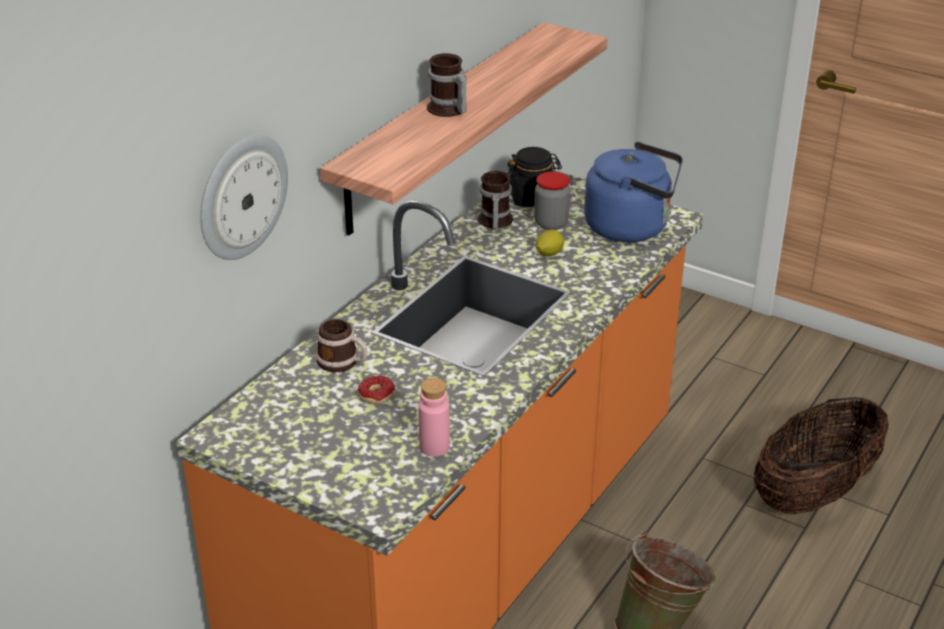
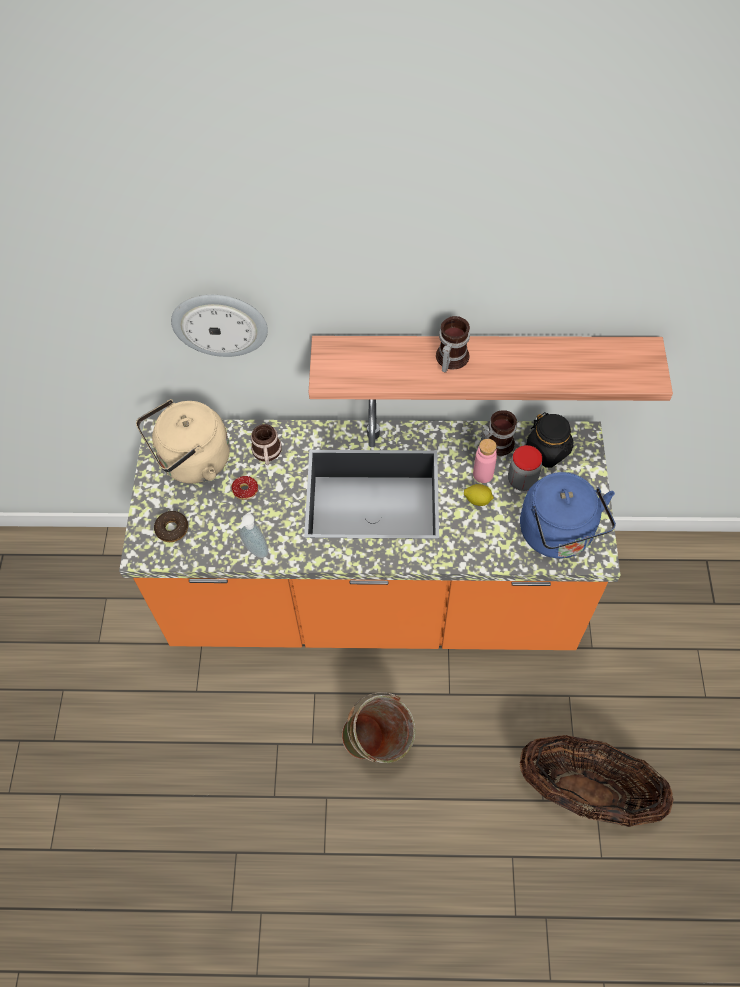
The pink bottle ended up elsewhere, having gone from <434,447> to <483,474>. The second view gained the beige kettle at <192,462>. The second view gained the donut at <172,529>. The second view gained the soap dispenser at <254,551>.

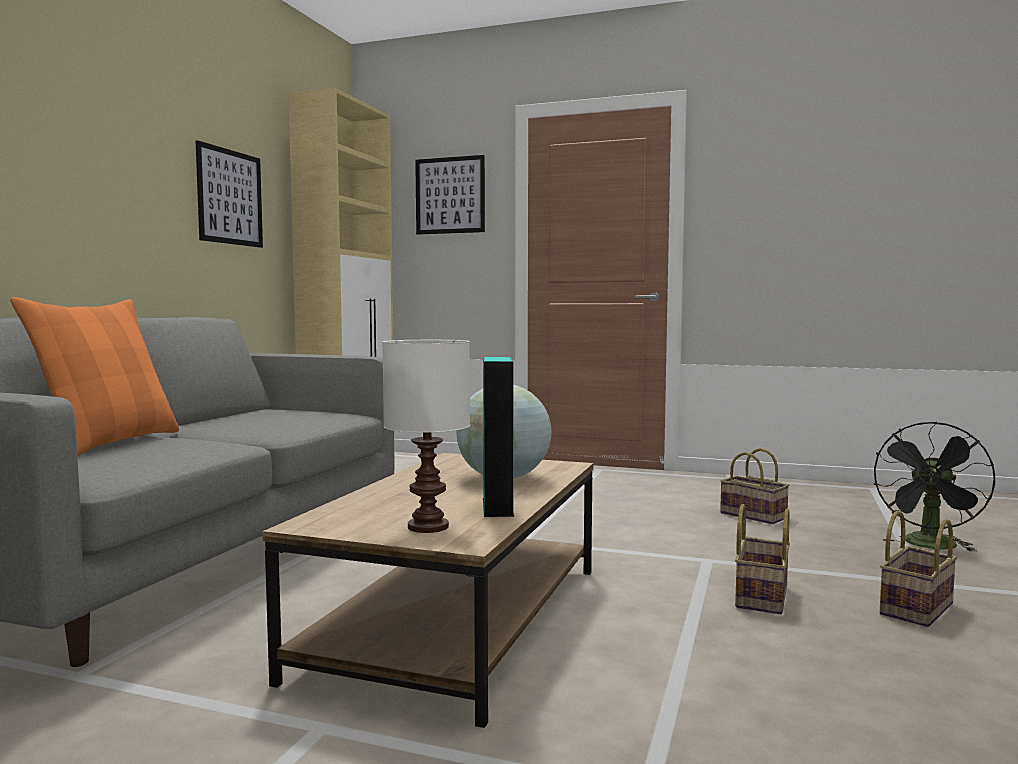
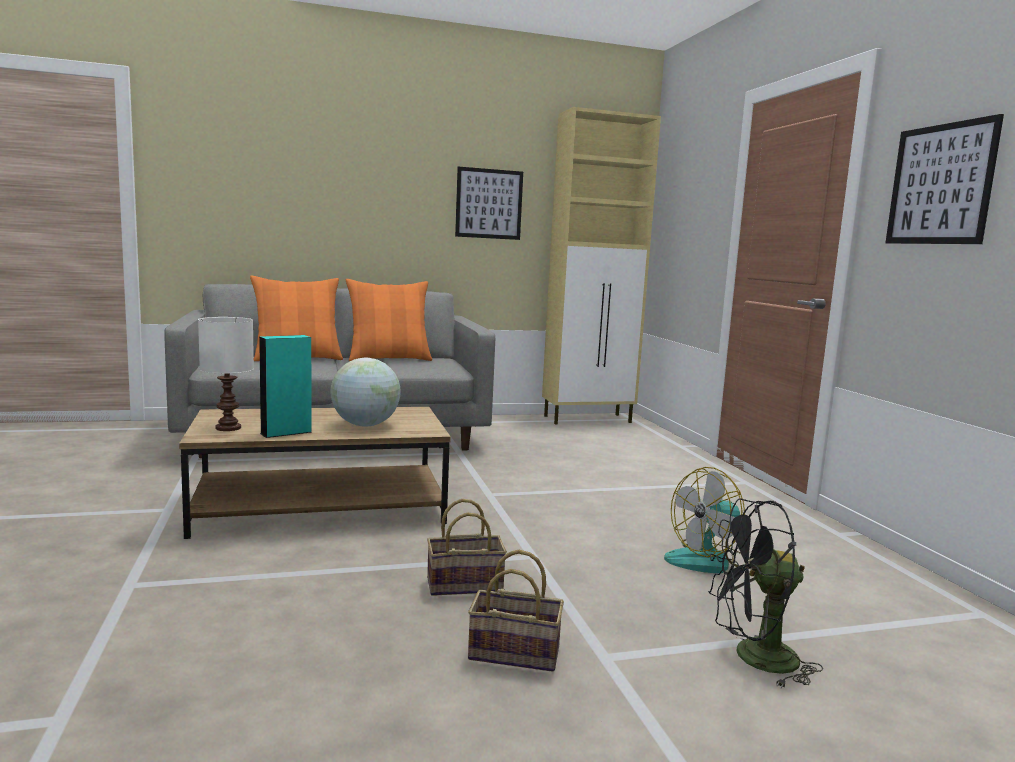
The picture ended up elsewhere, having gone from <450,195> to <940,184>. Where the basket stood at <755,516>, the fan came to stand at <708,560>. The second view gained the orange pillow at <389,359>.

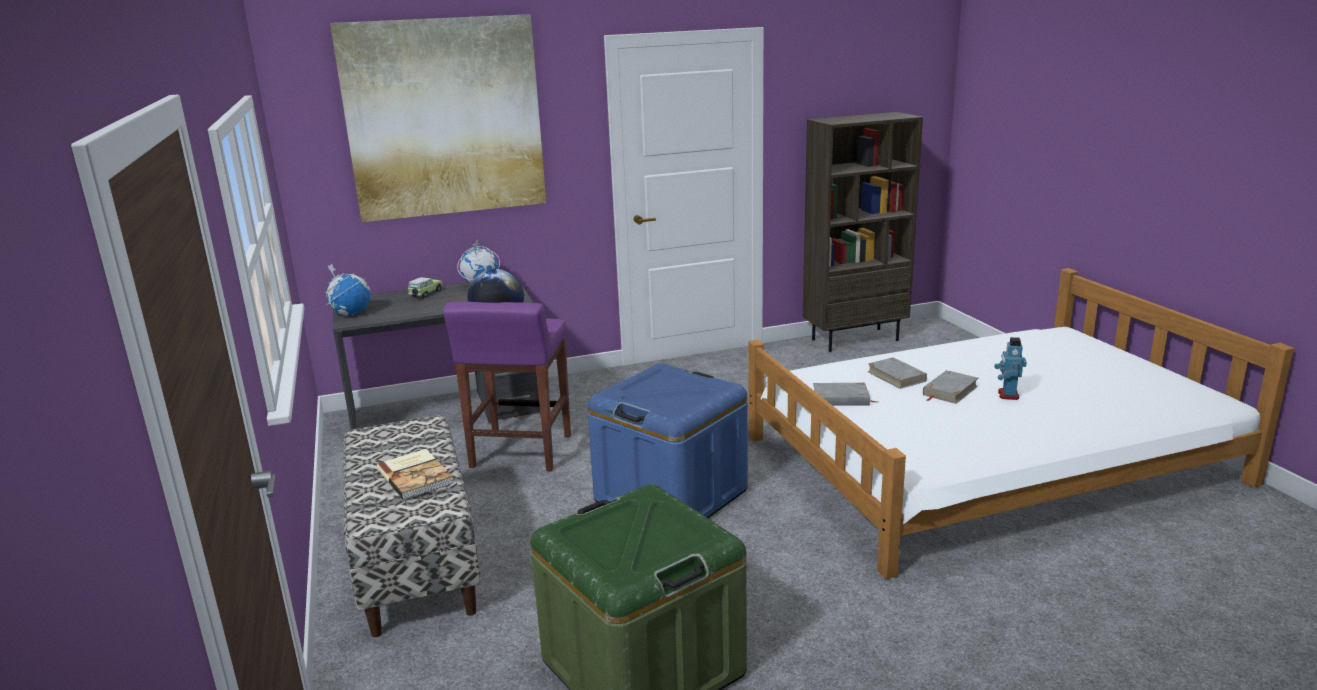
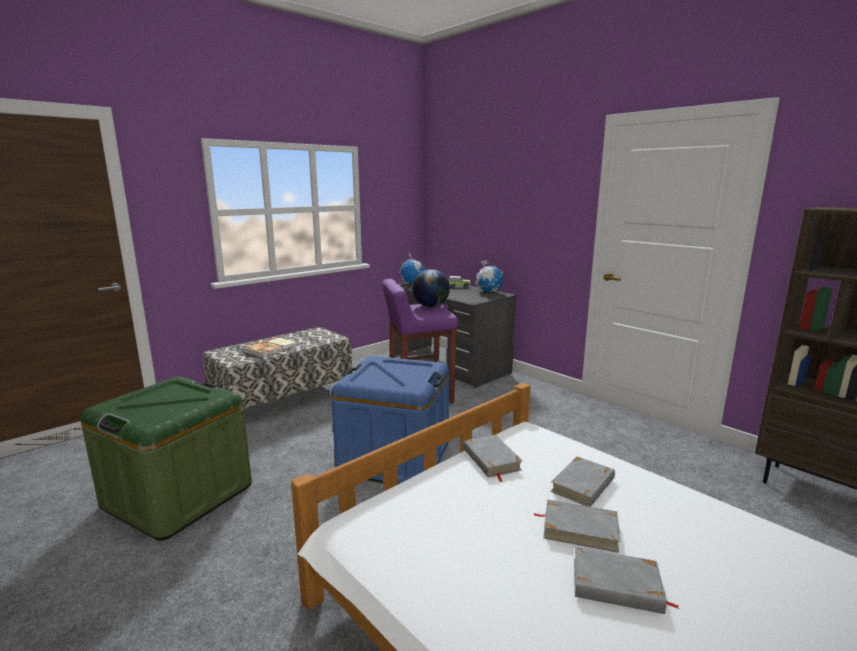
The second view lost the picture at <444,118>. Where the toy robot stood at <1007,395>, the grey book came to stand at <616,585>.

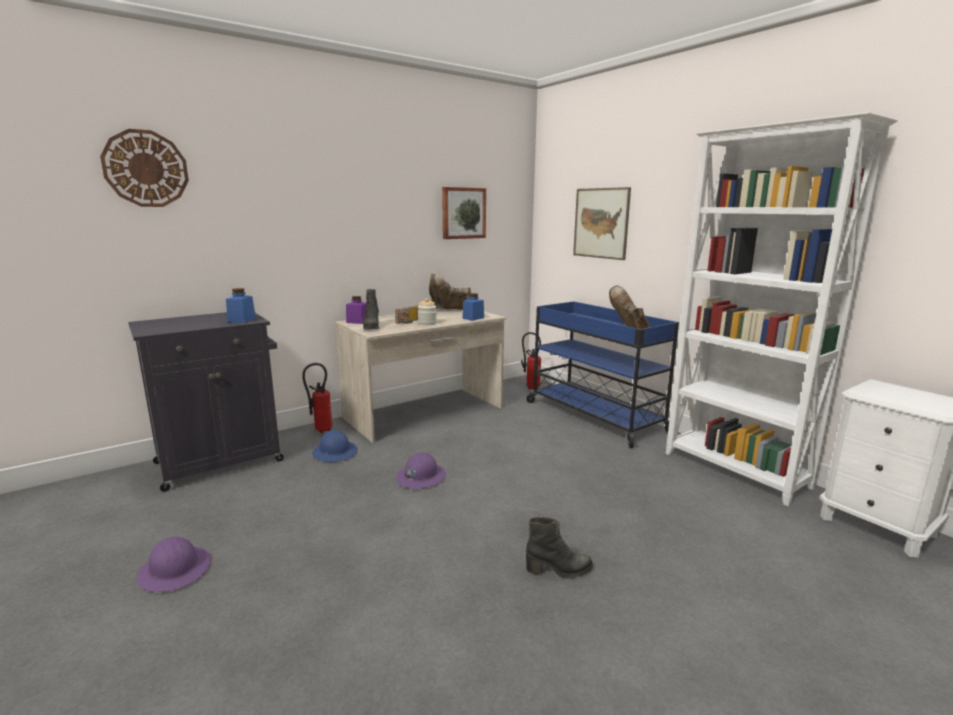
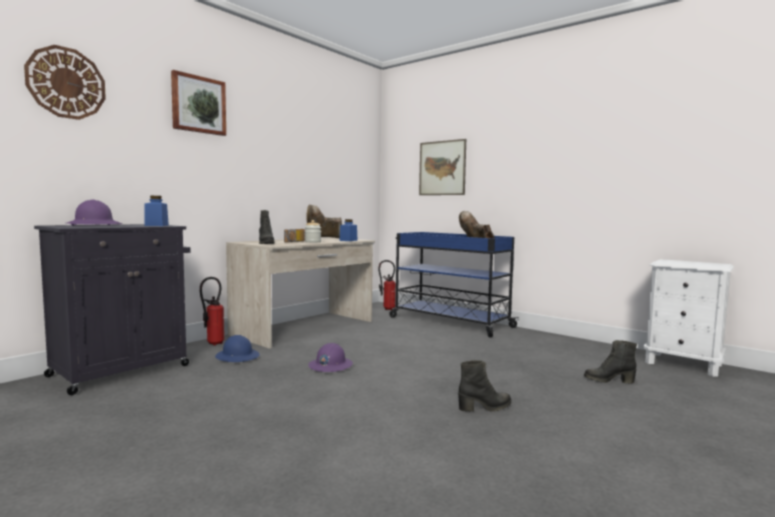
The purple hard hat ended up elsewhere, having gone from <175,570> to <94,225>. The second view lost the purple jar at <357,322>. The picture ended up elsewhere, having gone from <463,213> to <198,104>. The second view lost the white bookcase at <735,471>. The second view gained the black boot at <608,380>.

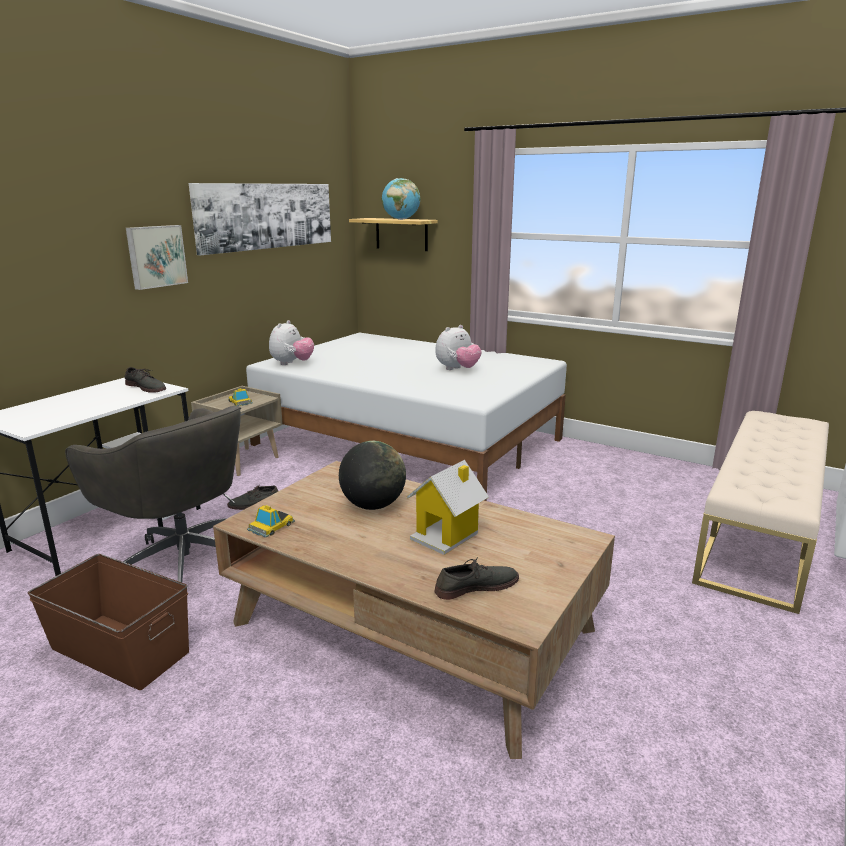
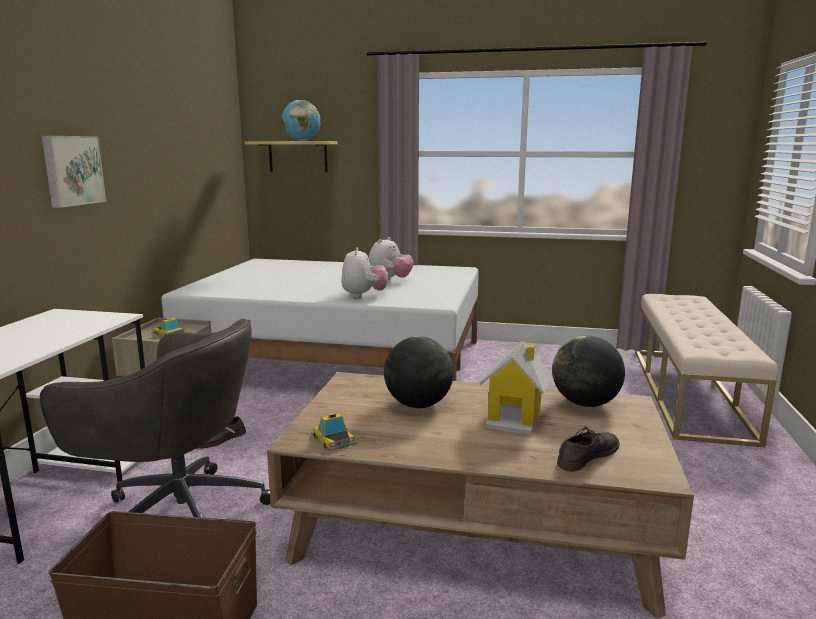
The second view lost the grey shoe at <146,387>. The second view lost the picture at <267,216>. The toy car at <271,526> ended up facing another way, 135 degrees clockwise from before. The plush toy ended up elsewhere, having gone from <292,363> to <364,295>. The second view gained the globe at <585,404>.

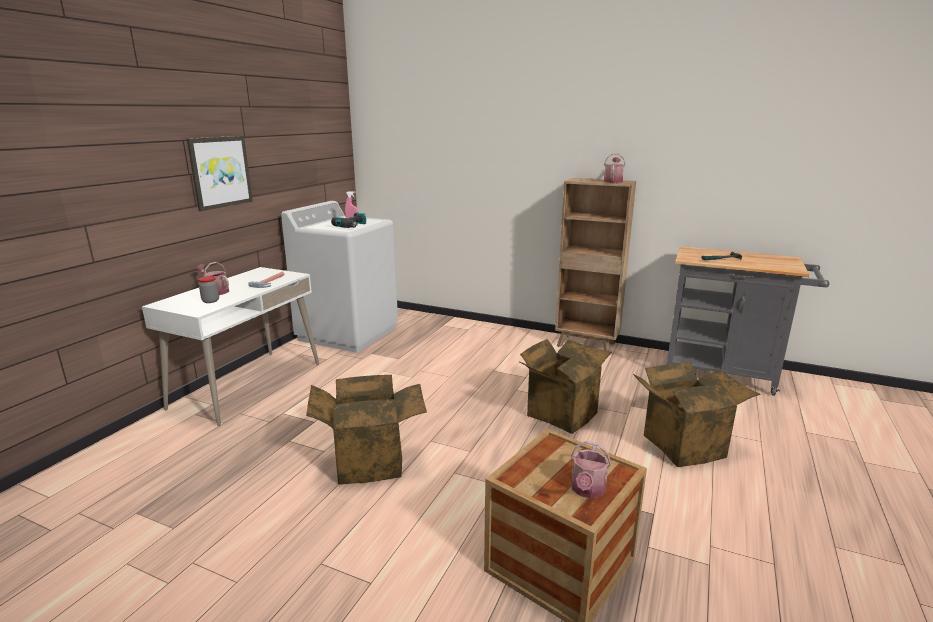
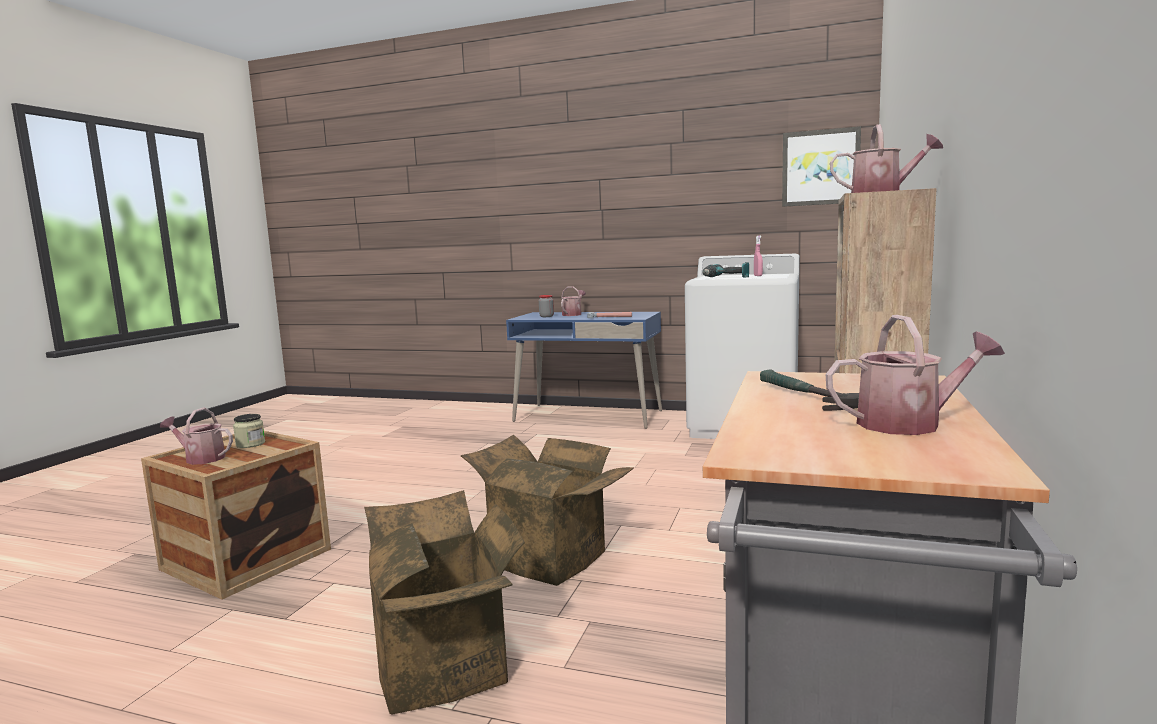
What was the white desk at <247,385> turned into the blue desk at <588,416>. The picture ended up elsewhere, having gone from <220,172> to <820,167>. The second view lost the cardboard box at <371,460>. The second view gained the jar at <250,444>. The second view gained the watering can at <909,423>.

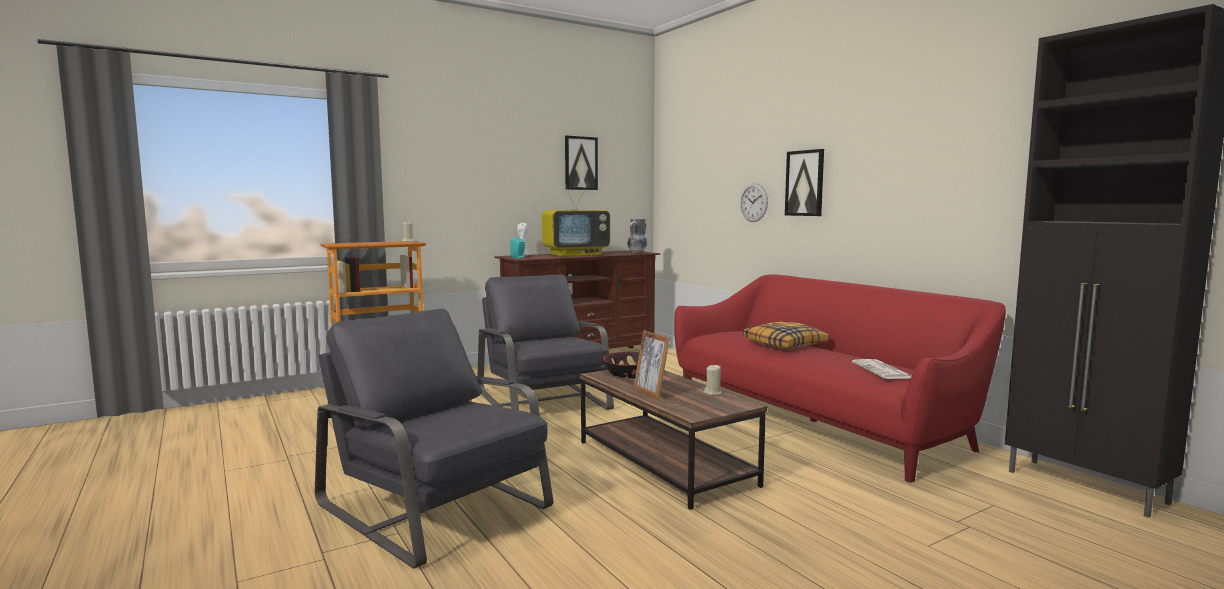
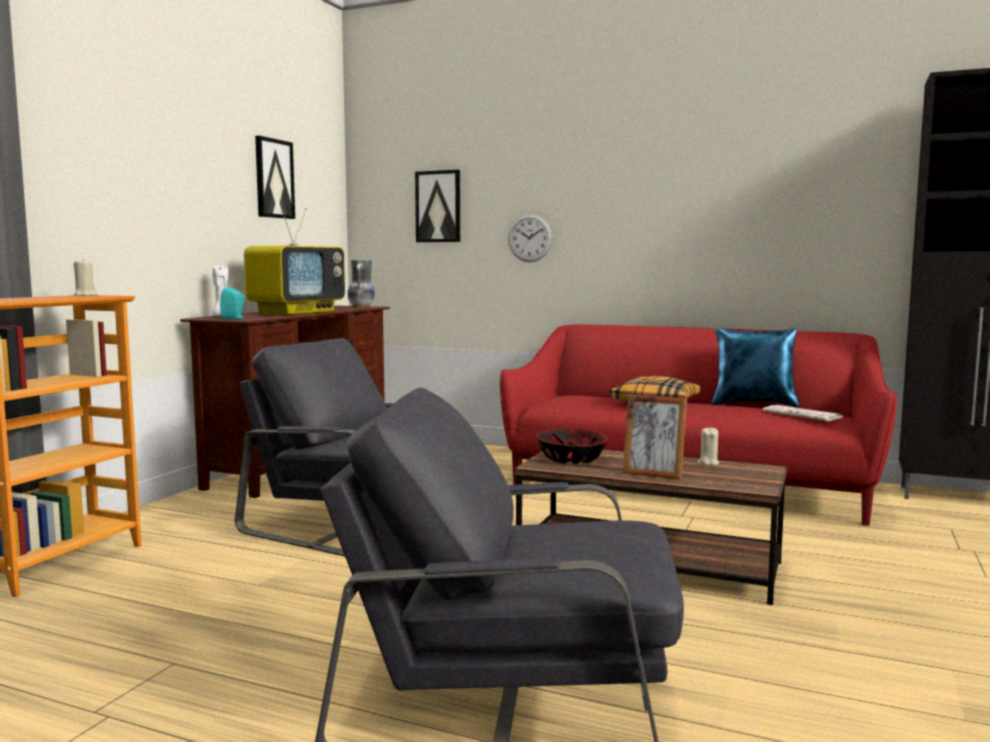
The picture ended up elsewhere, having gone from <805,183> to <438,206>. The second view gained the blue pillow at <754,404>.

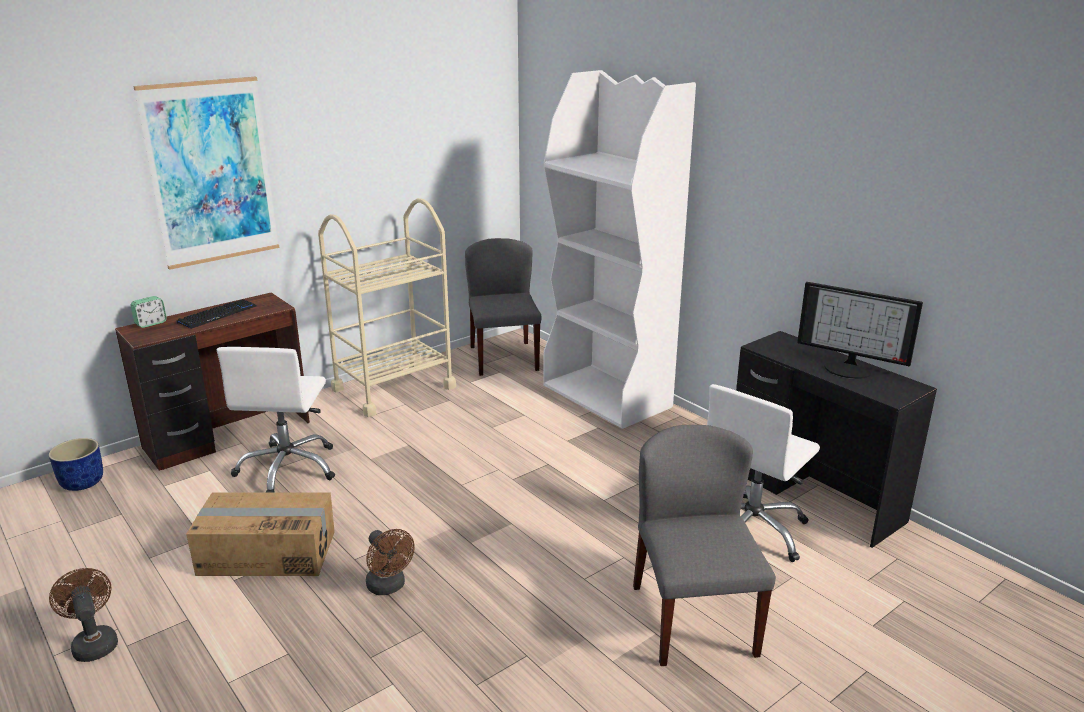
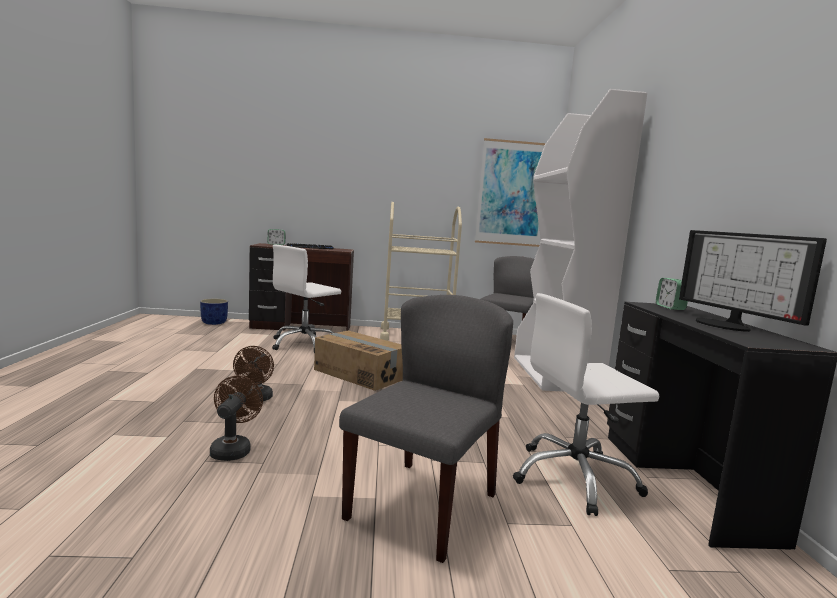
The brown fan ended up elsewhere, having gone from <94,642> to <233,449>. The picture ended up elsewhere, having gone from <211,172> to <512,193>. The cardboard box ended up elsewhere, having gone from <267,552> to <360,374>. The second view gained the alarm clock at <670,307>.

